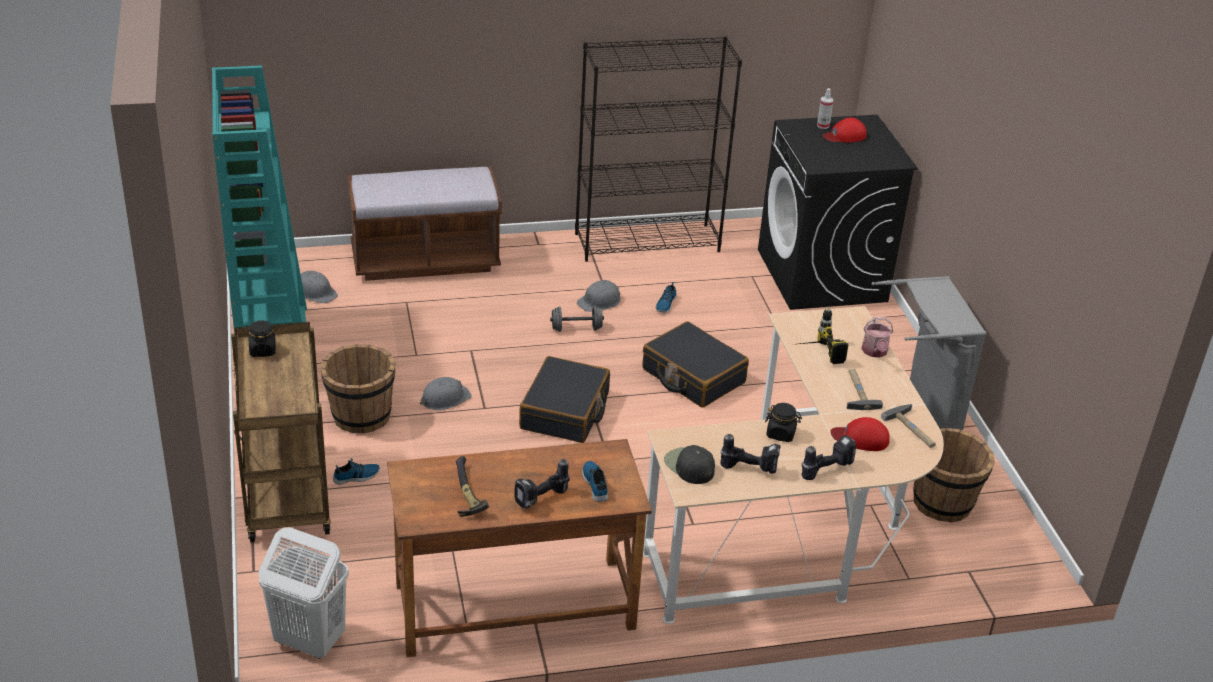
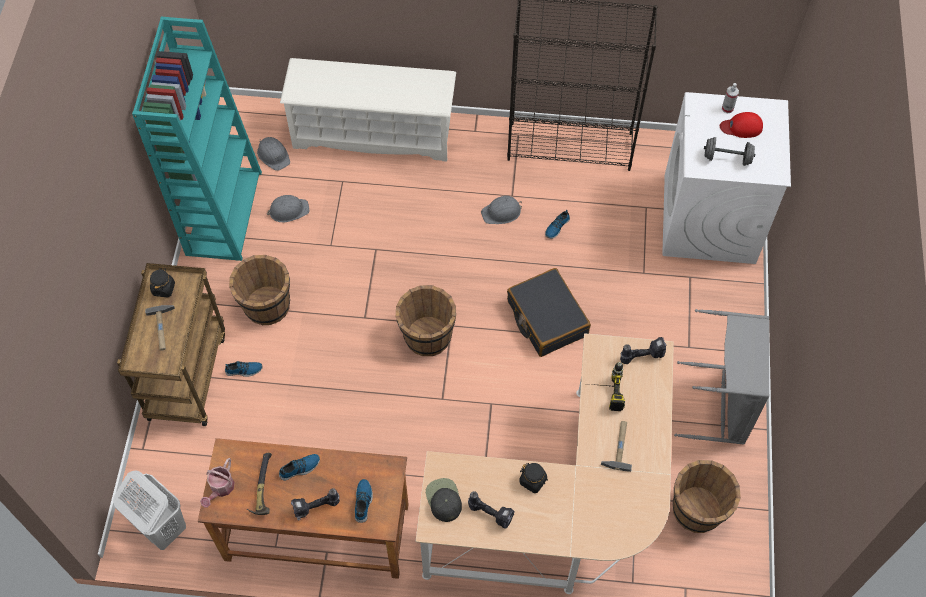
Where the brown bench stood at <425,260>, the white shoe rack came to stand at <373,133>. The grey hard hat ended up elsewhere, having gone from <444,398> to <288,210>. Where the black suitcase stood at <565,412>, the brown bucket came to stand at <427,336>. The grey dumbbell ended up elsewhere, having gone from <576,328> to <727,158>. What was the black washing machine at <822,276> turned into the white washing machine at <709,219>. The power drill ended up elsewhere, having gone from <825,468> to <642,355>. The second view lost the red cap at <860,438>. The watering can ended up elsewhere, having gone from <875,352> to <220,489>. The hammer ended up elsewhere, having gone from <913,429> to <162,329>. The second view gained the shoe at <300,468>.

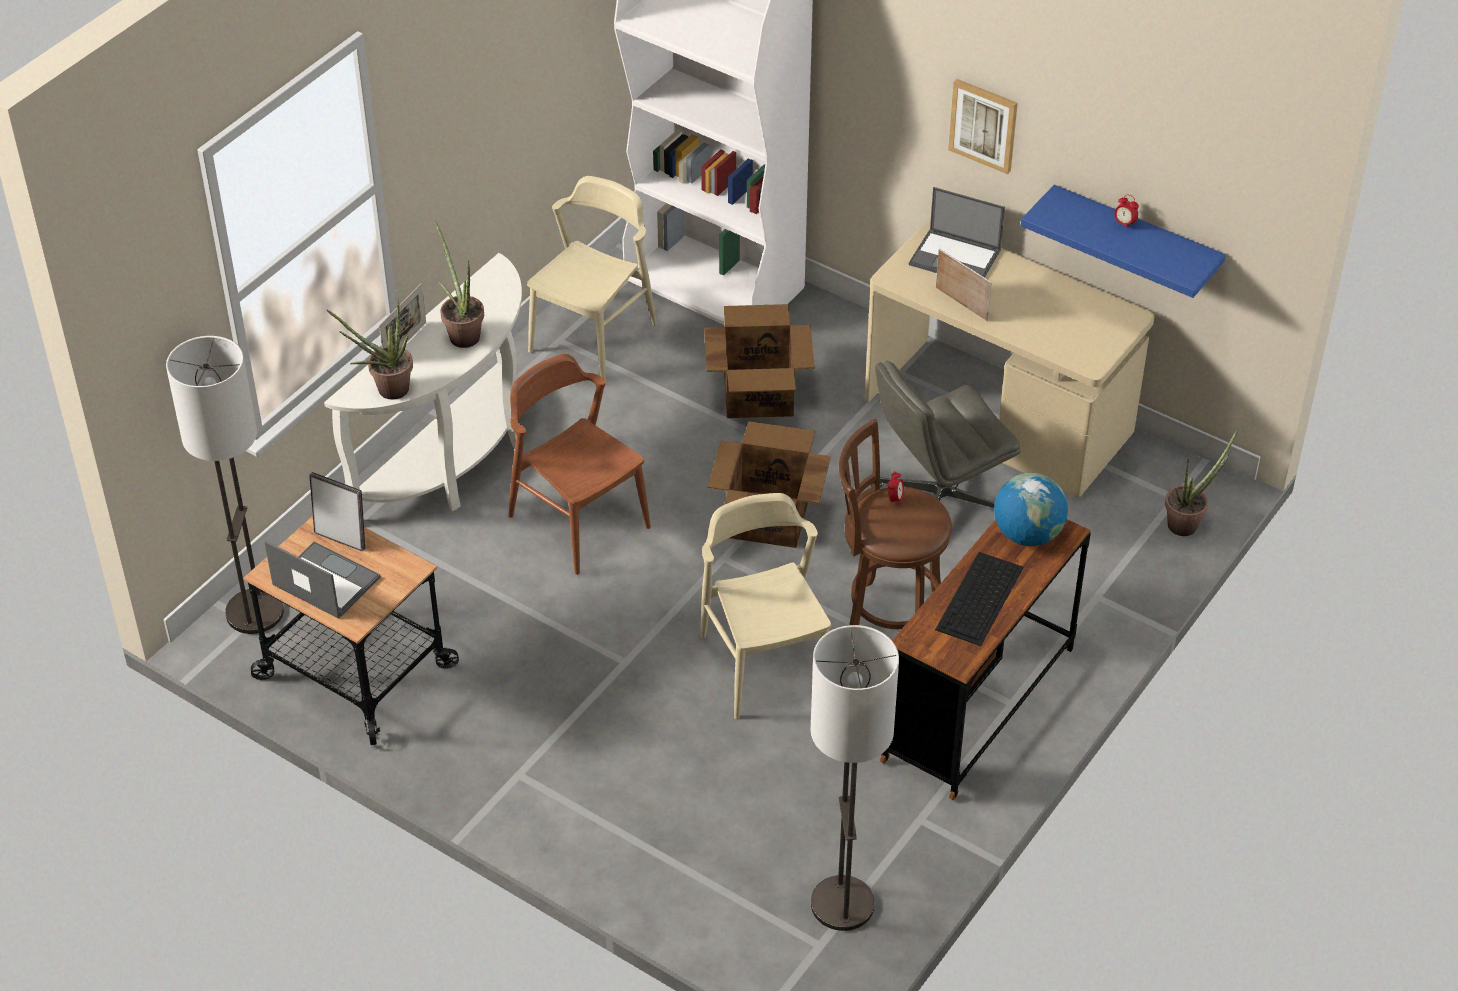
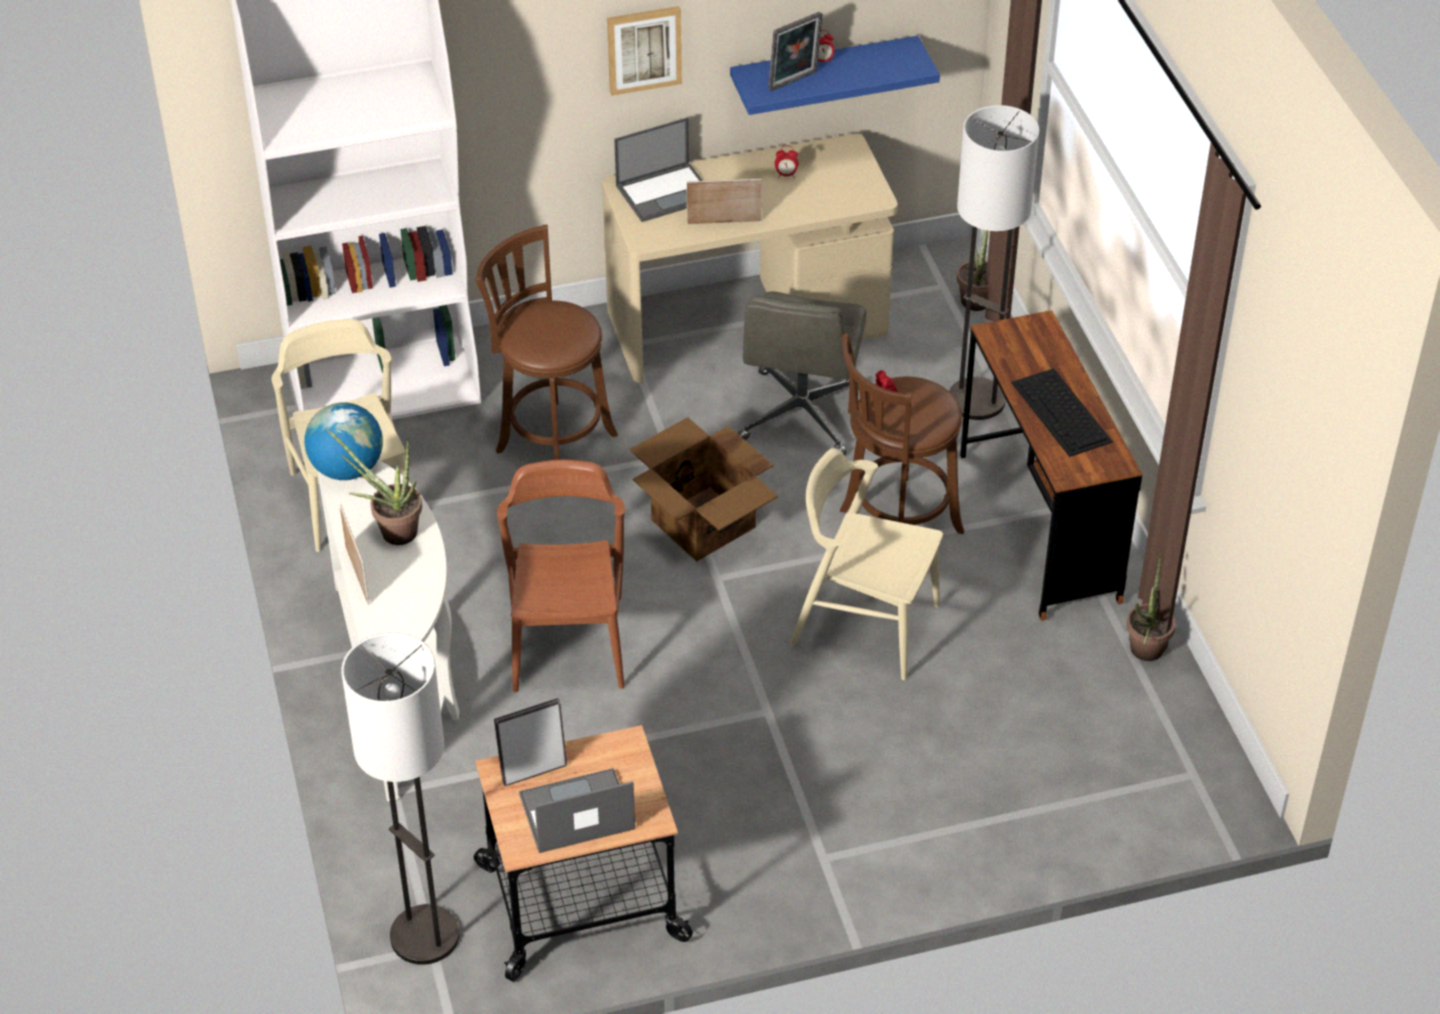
The potted plant ended up elsewhere, having gone from <386,390> to <1143,654>. The brown chair at <578,521> ended up facing another way, 90 degrees clockwise from before. Where the cardboard box stood at <759,394>, the brown stool came to stand at <551,440>. The floor lamp ended up elsewhere, having gone from <843,904> to <977,400>. The globe ended up elsewhere, having gone from <1027,534> to <347,468>. The second view gained the picture frame at <794,82>. The second view gained the alarm clock at <786,175>.

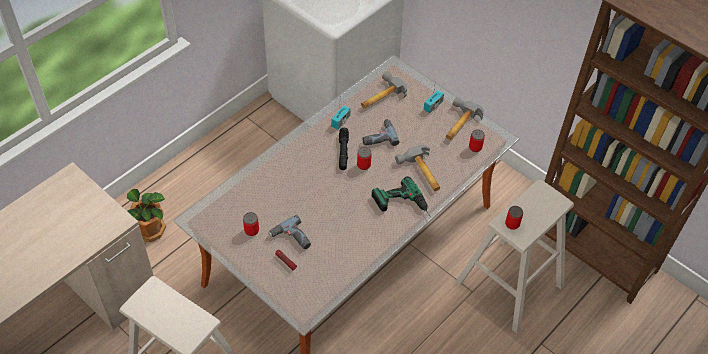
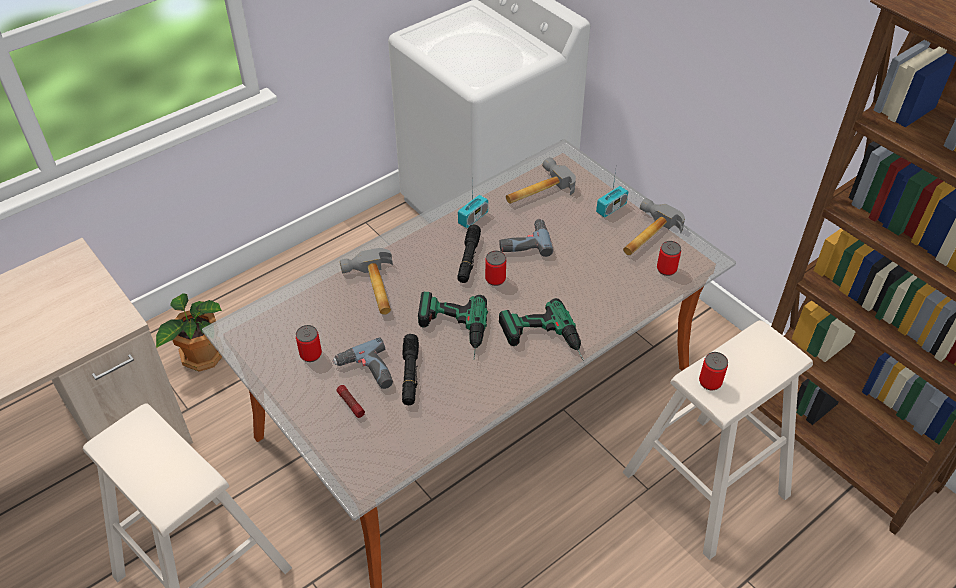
The hammer ended up elsewhere, having gone from <421,173> to <373,288>. The second view gained the black flashlight at <410,374>. The second view gained the power drill at <451,331>.

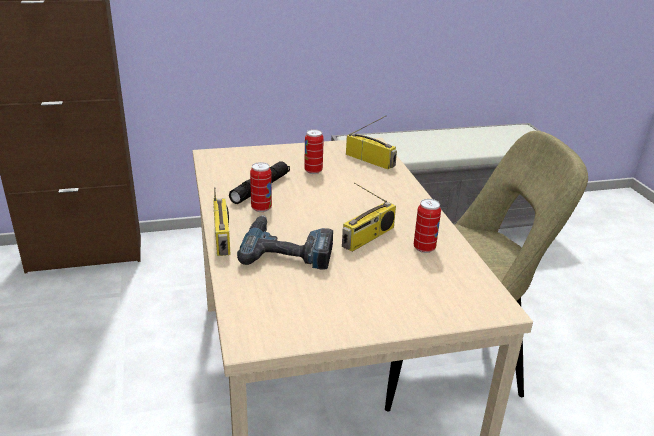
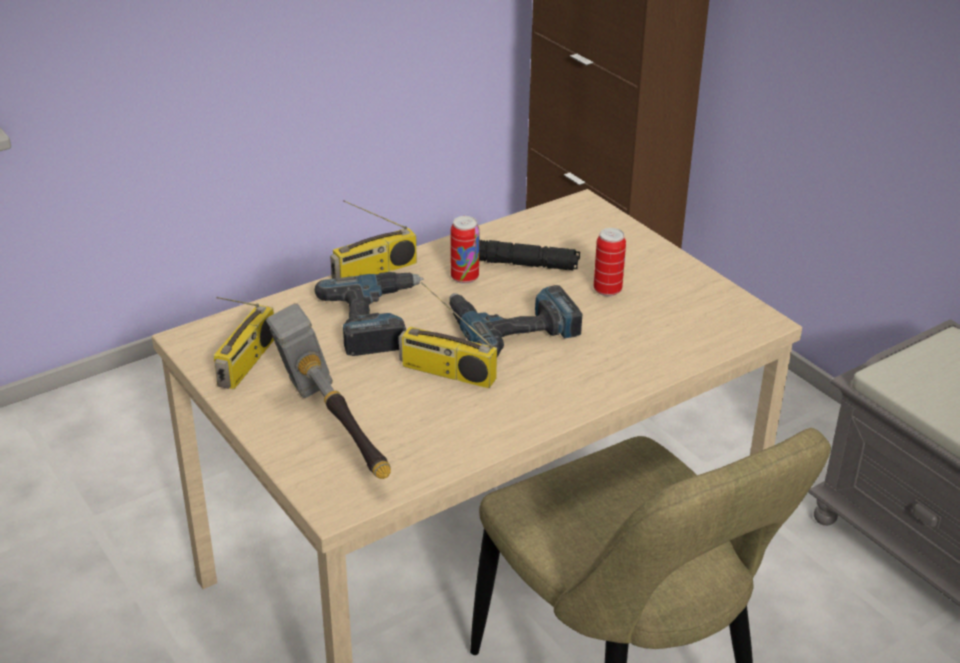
The radio ended up elsewhere, having gone from <371,160> to <247,363>. The second view lost the can at <424,248>. The second view gained the hammer at <334,431>. The second view gained the power drill at <513,327>.

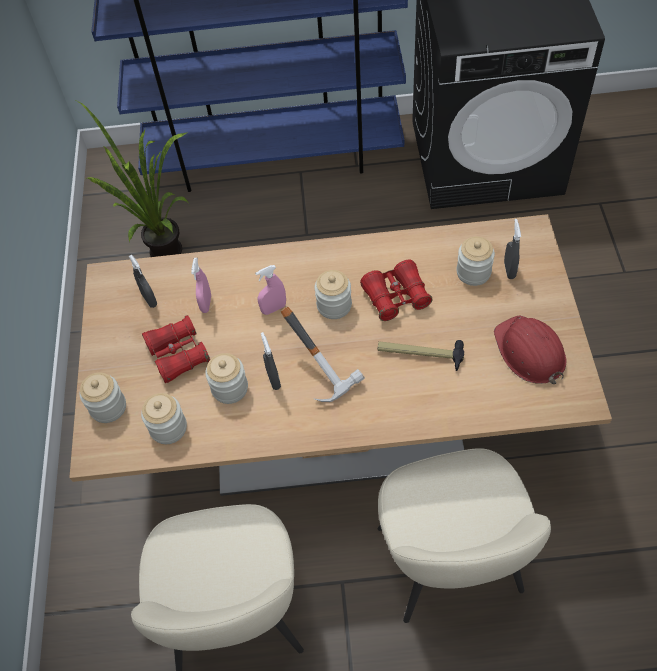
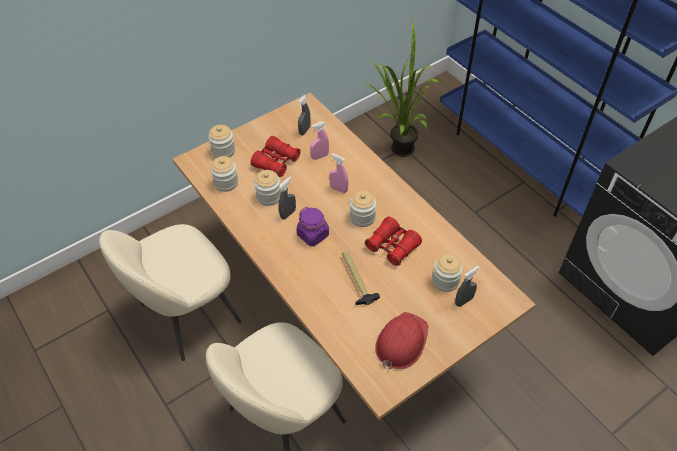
Where the hammer stood at <326,367>, the purple jar came to stand at <313,235>.

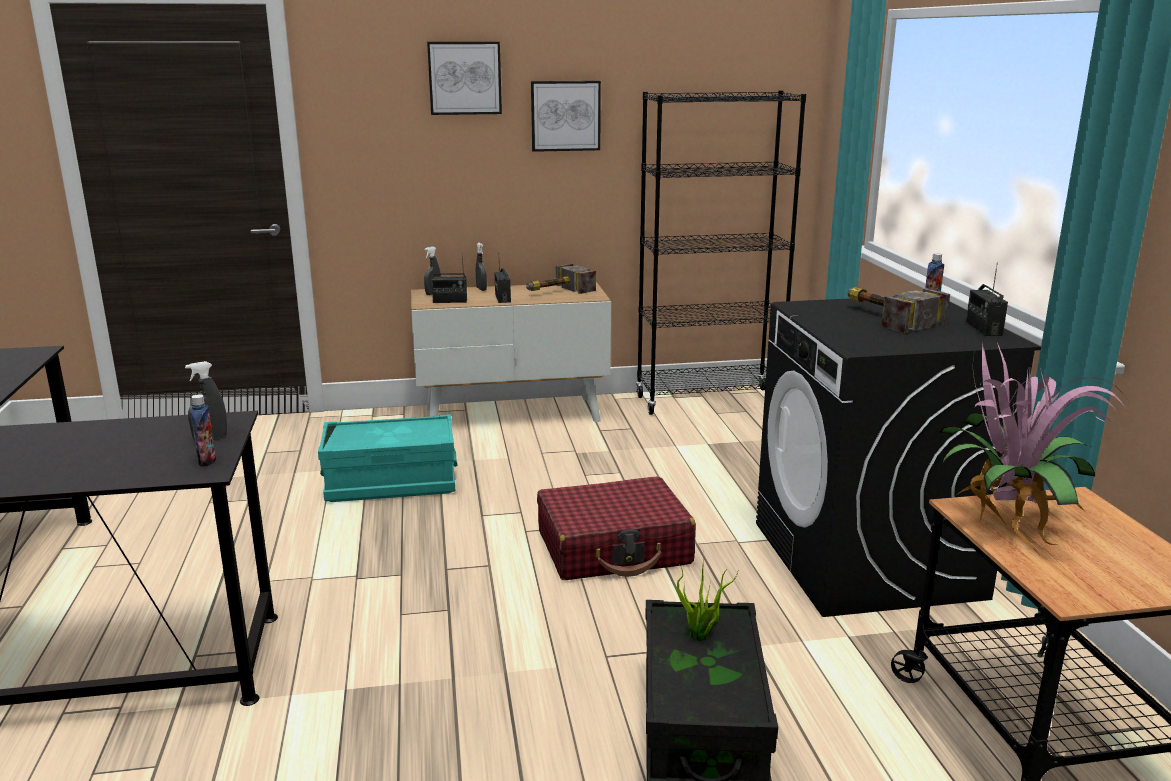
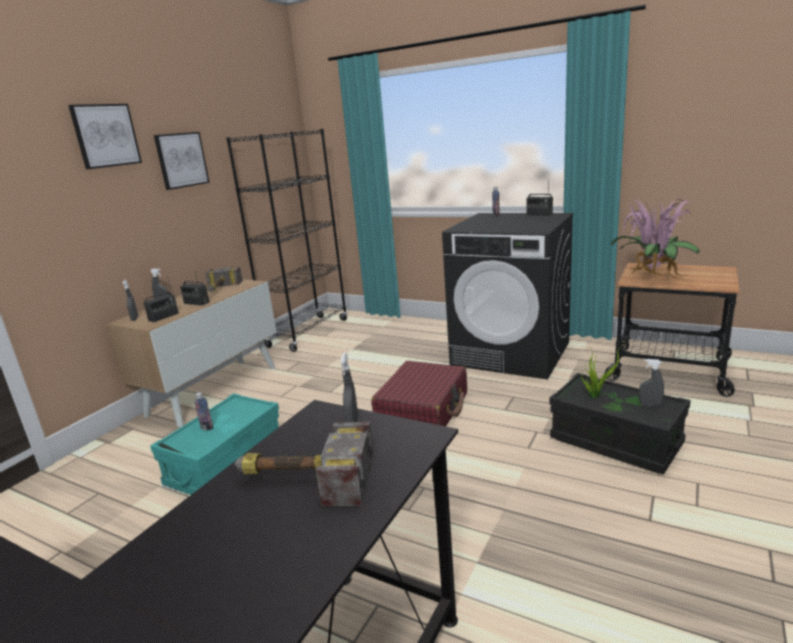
The bottle ended up elsewhere, having gone from <207,461> to <206,427>. The hammer ended up elsewhere, having gone from <884,316> to <302,479>. The second view gained the grey spray bottle at <650,404>.

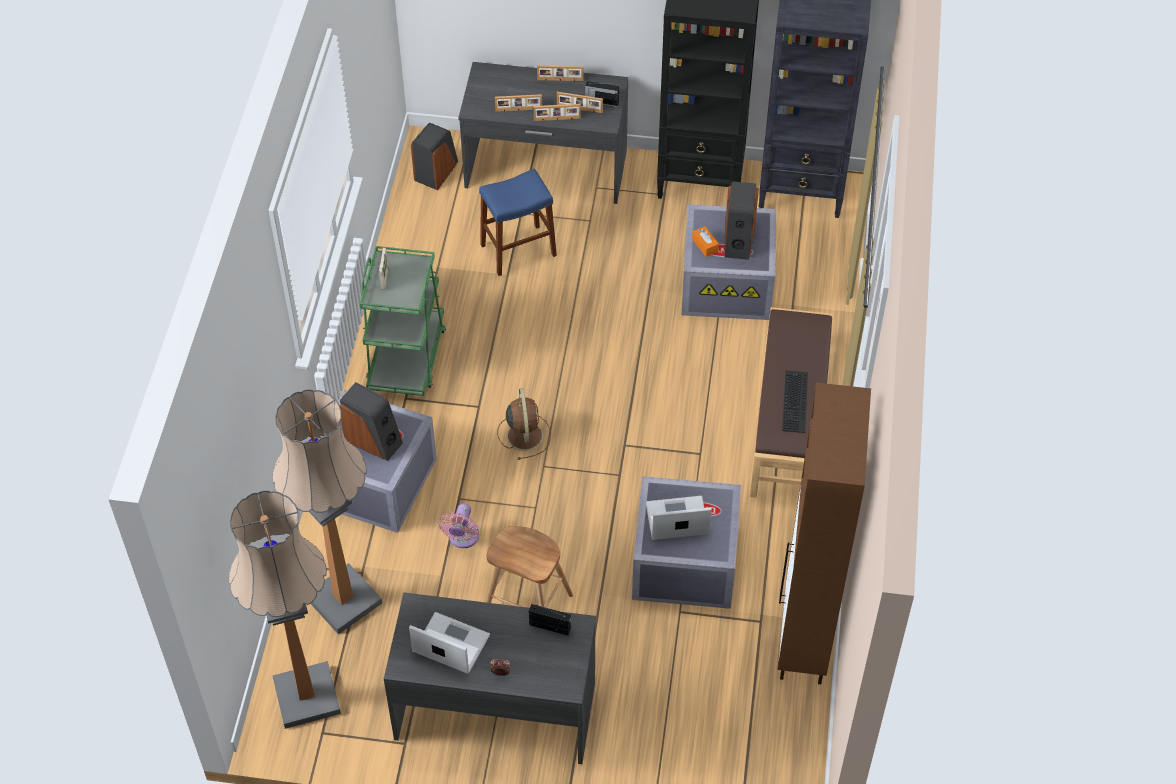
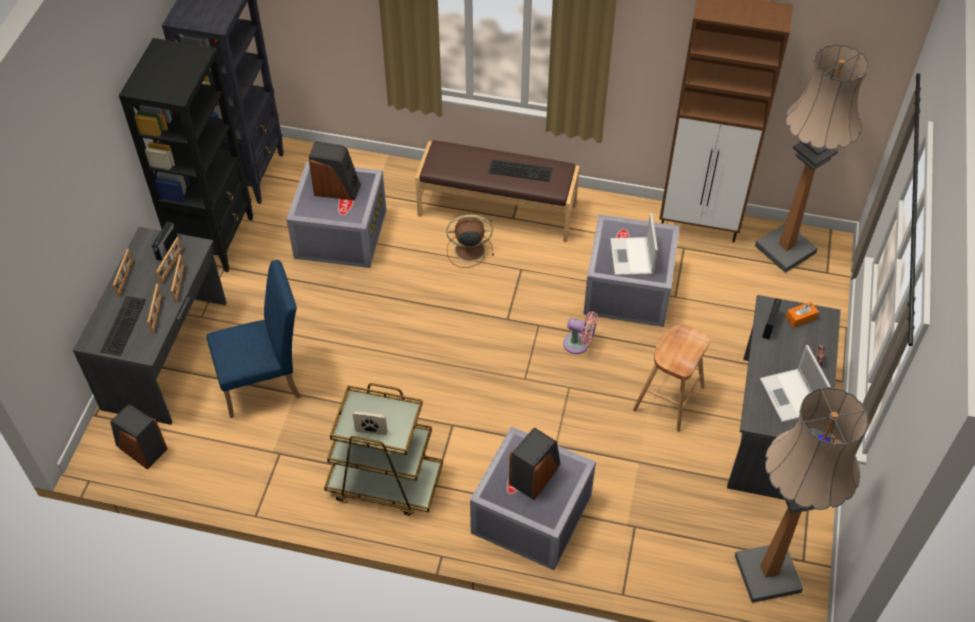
The floor lamp ended up elsewhere, having gone from <344,600> to <785,249>. What was the green cart at <407,357> turned into the brown cart at <384,482>. The laptop at <449,643> ended up facing another way, 45 degrees counterclockwise from before. The pink fan ended up elsewhere, having gone from <462,538> to <579,344>. Where the blue stool stood at <518,250>, the blue chair came to stand at <266,383>. The brown fan ended up elsewhere, having gone from <524,434> to <468,250>. The orange tissue box ended up elsewhere, having gone from <705,245> to <800,318>. The second view gained the keyboard at <122,324>.

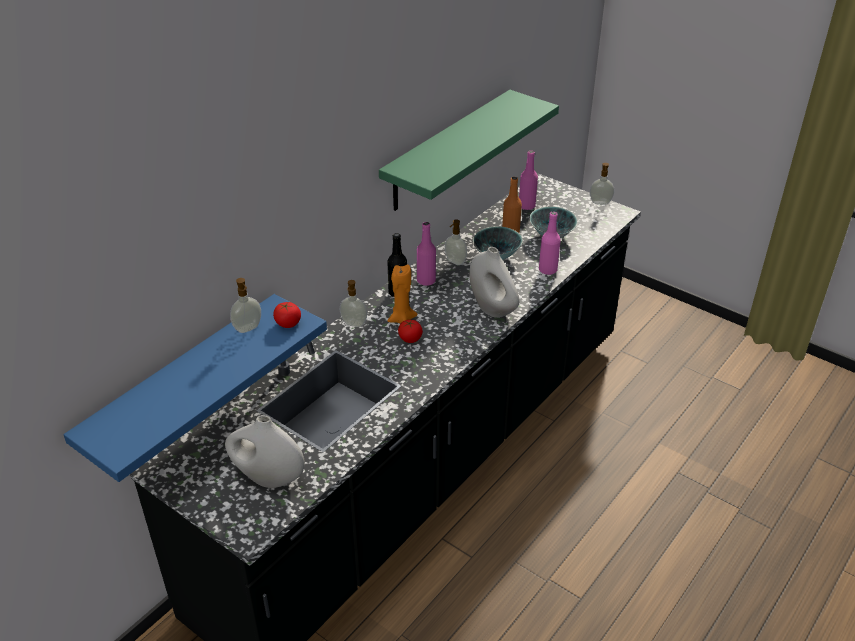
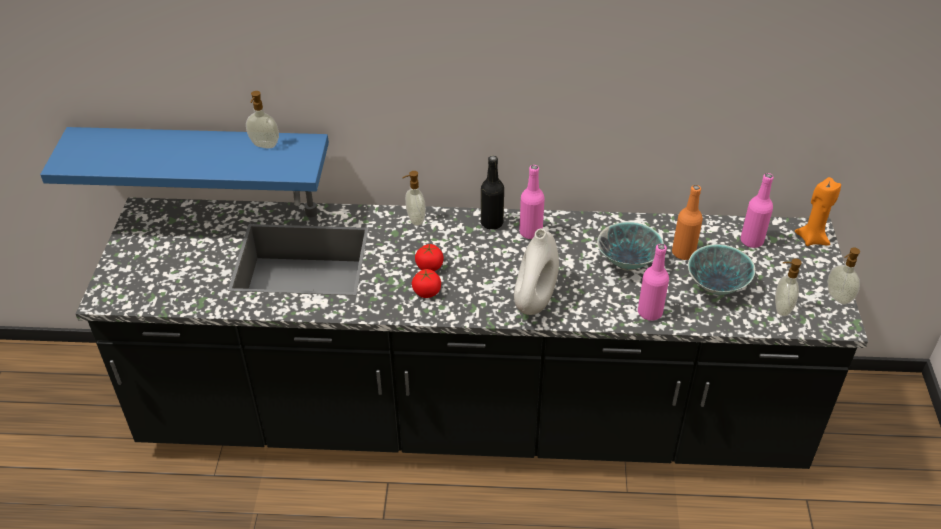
The second view lost the white vase at <268,478>. The tomato ended up elsewhere, having gone from <288,323> to <427,292>. The second view lost the green shelf at <448,150>. The orange candle ended up elsewhere, having gone from <401,319> to <812,239>. The soap dispenser ended up elsewhere, having gone from <454,262> to <781,308>.

